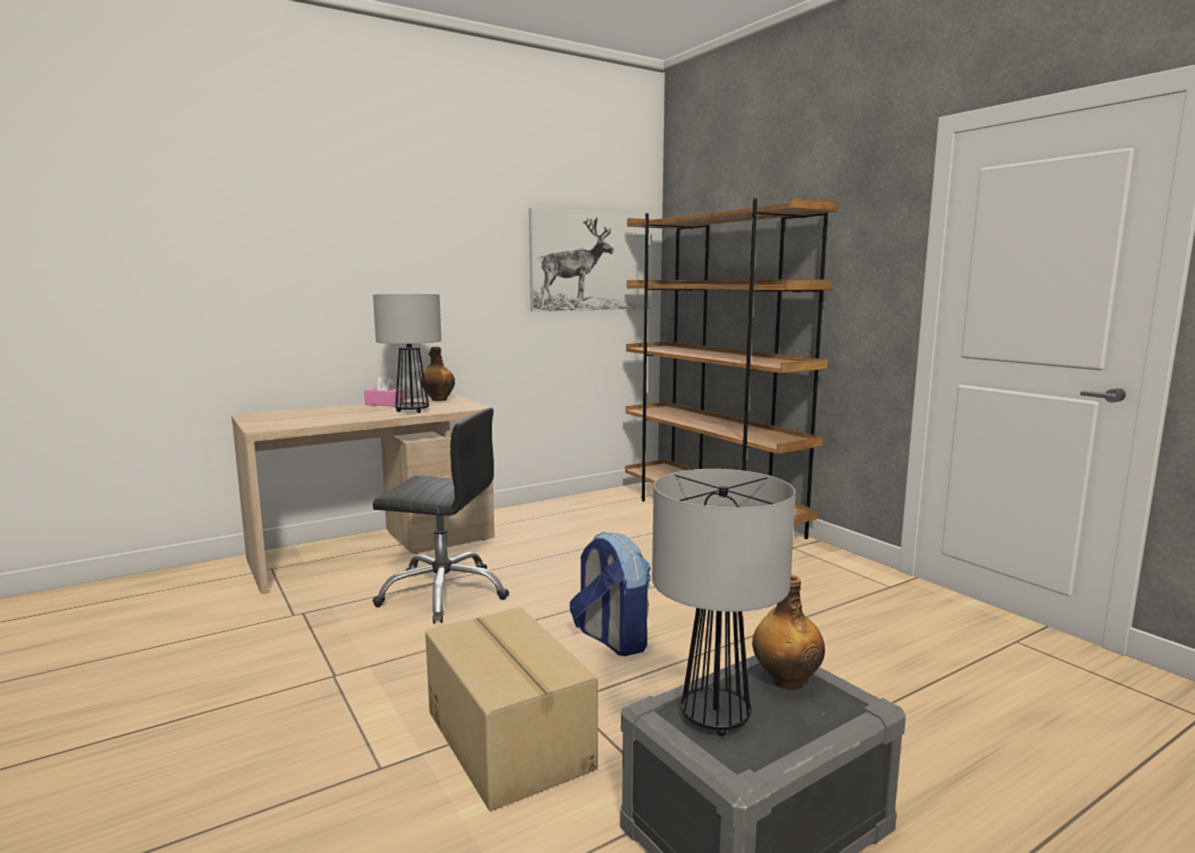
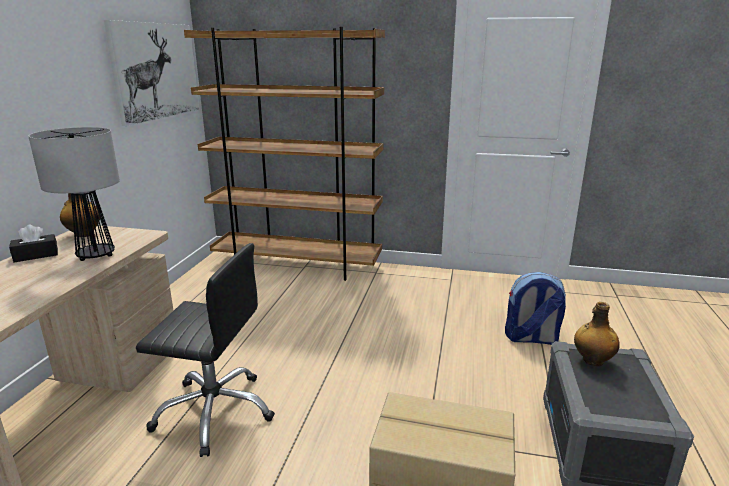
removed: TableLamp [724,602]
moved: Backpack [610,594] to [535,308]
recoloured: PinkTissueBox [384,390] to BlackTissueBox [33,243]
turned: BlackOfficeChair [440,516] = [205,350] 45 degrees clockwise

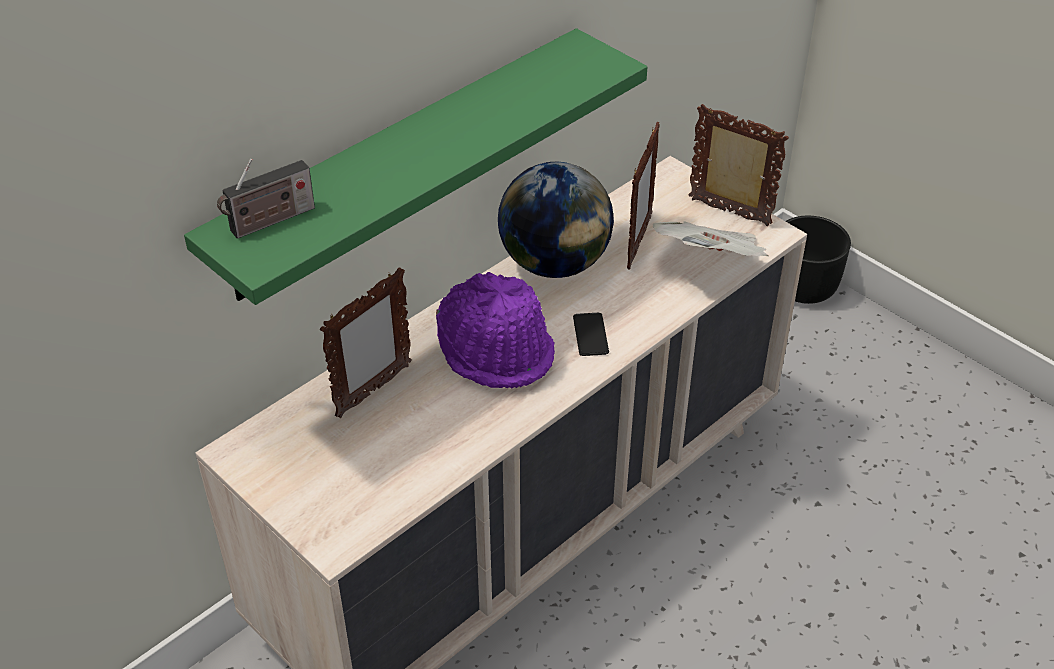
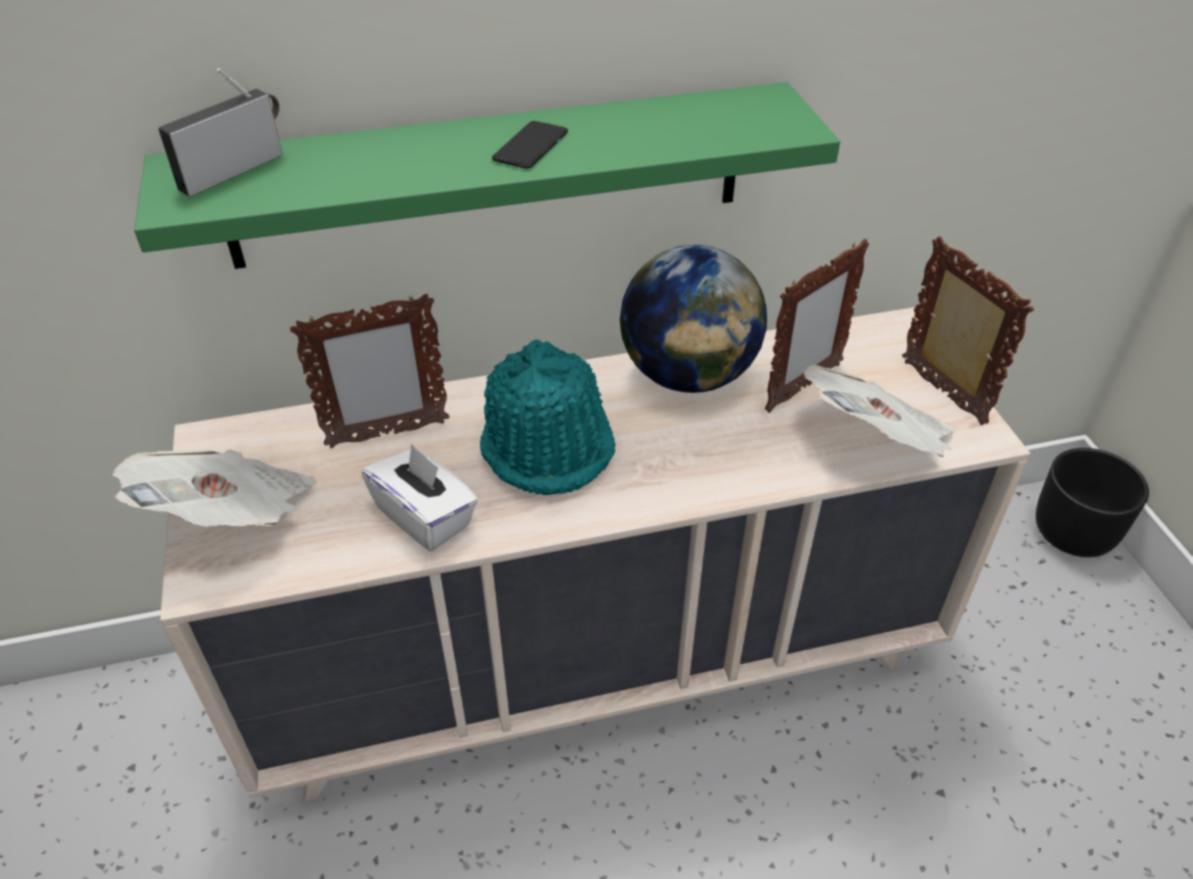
added: WhiteTissueBox [420,497]; Newspaper [215,488]
moved: Phone [591,334] to [530,144]
recoloured: PurpleHat [495,330] to TurquoiseHat [548,417]
turned: Radio [266,199] = [220,132] 135 degrees clockwise

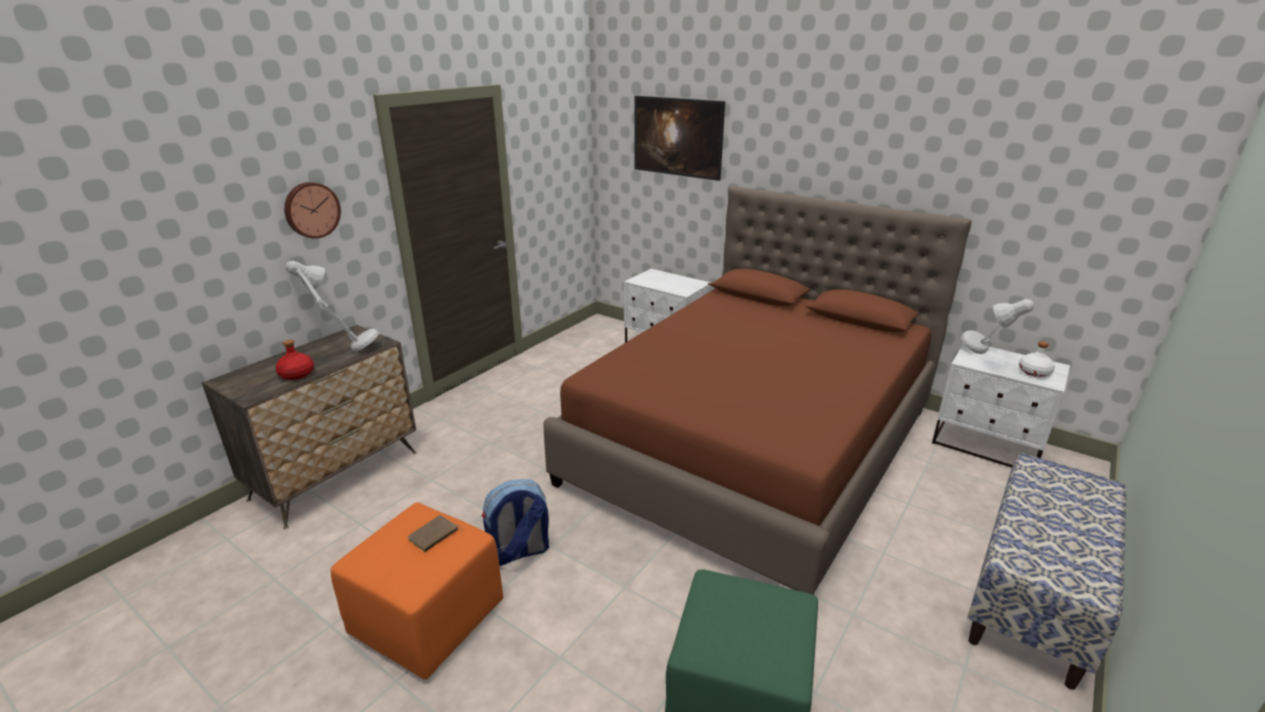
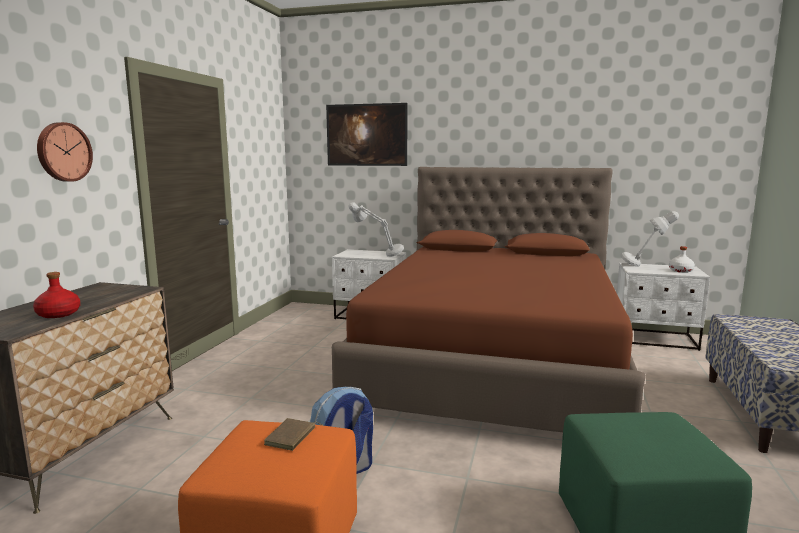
moved: GreyTableLamp [332,306] to [376,229]

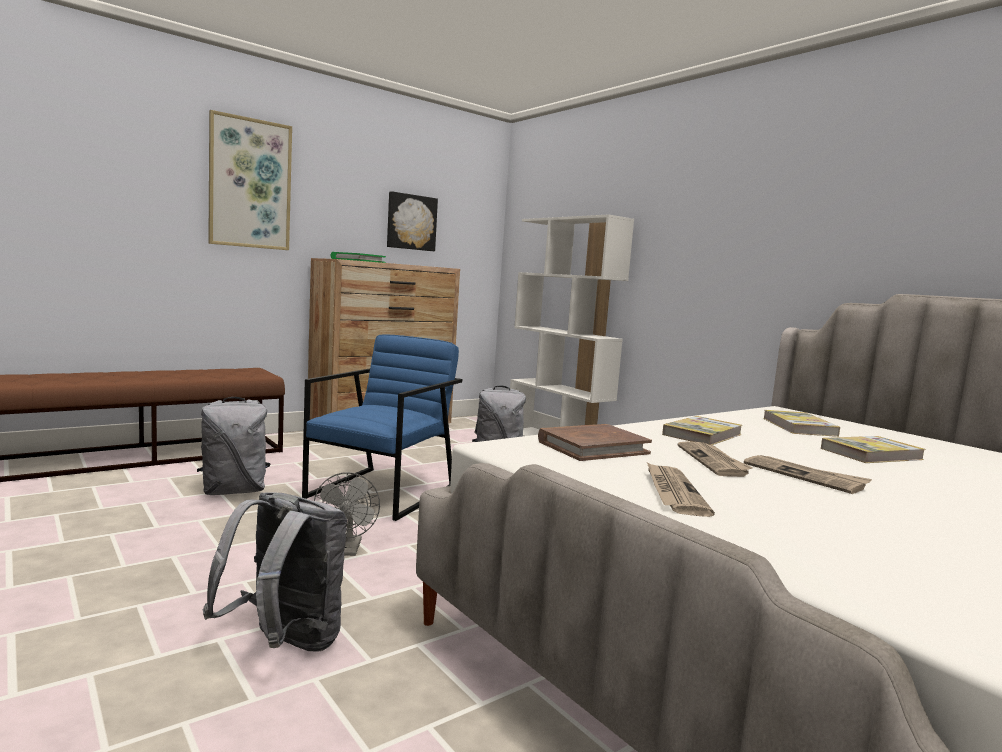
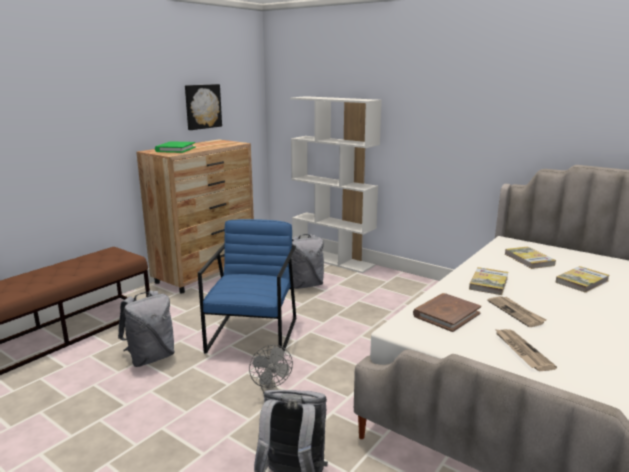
removed: Picture [250,180]; Newspaper [808,474]

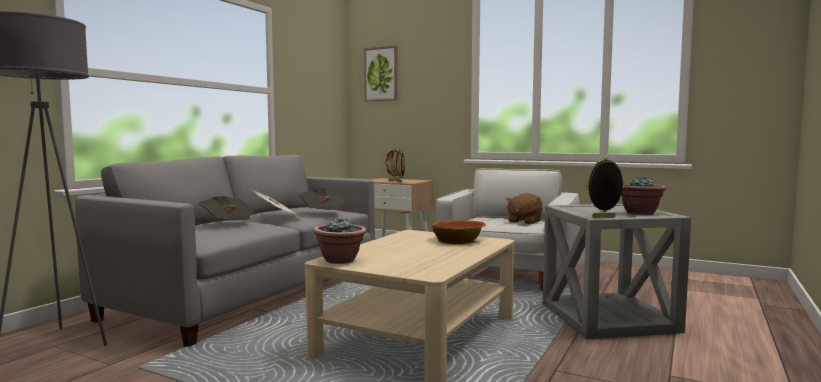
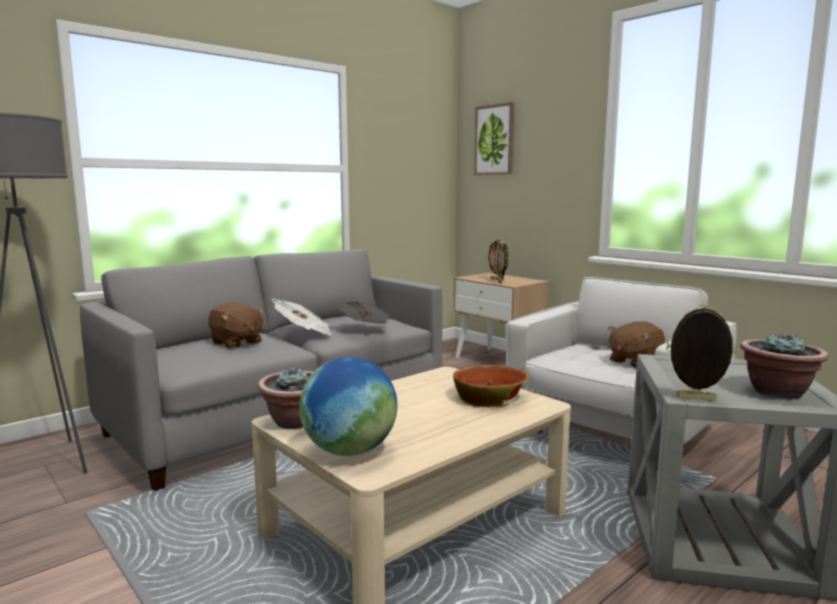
added: Globe [348,406]
replaced: Newspaper [227,208] to BrownPlushToy [236,325]

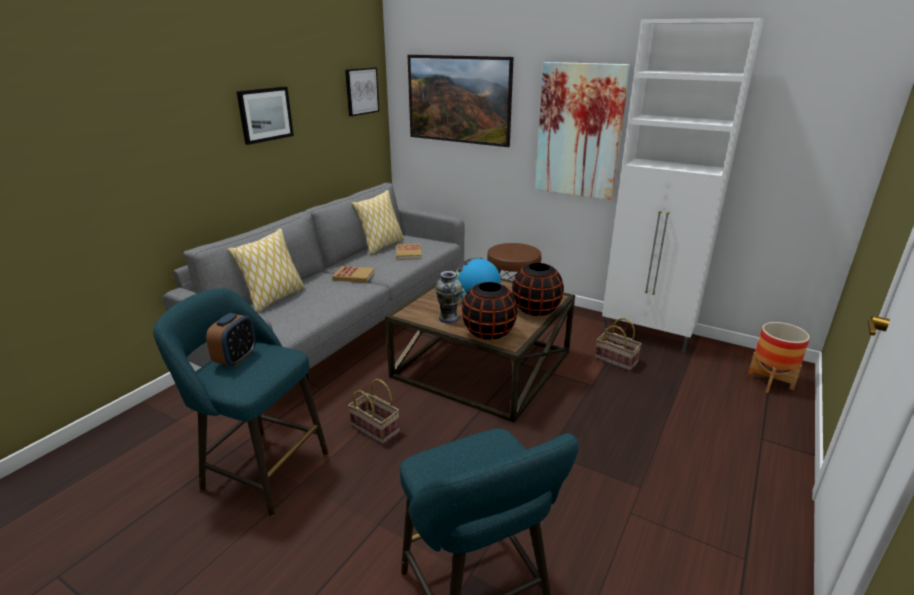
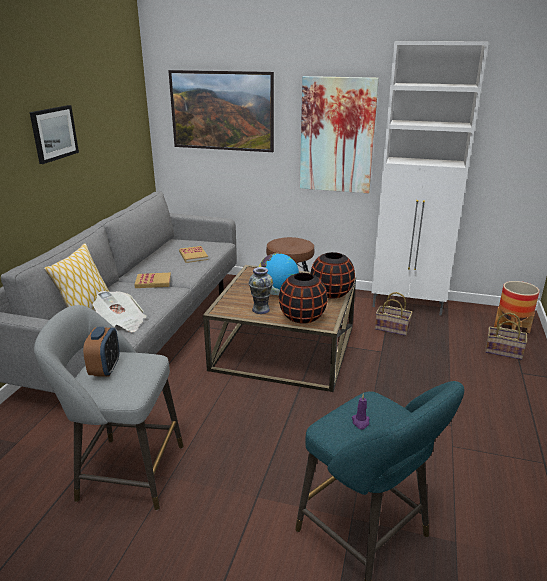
removed: Picture [362,91]; Pillow [377,222]
added: Newspaper [119,311]; PurpleCandle [361,411]
moved: Basket [374,411] to [506,336]
recoloured: TurquoiseStool [240,402] to GreyStool [108,407]

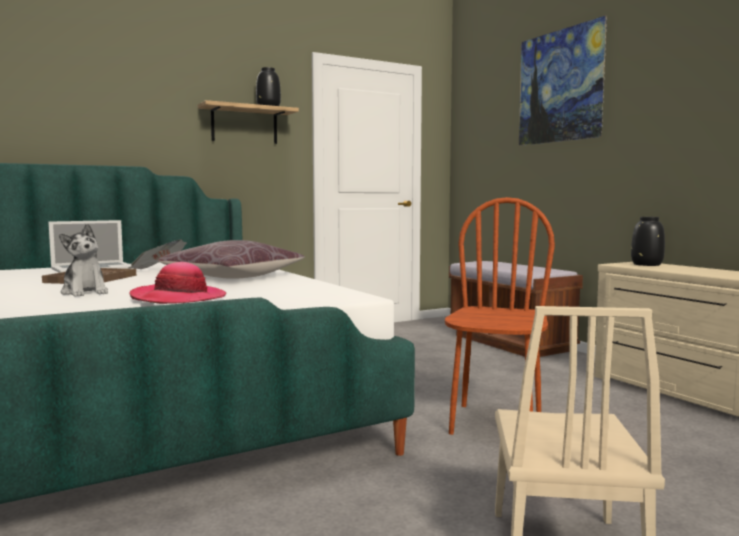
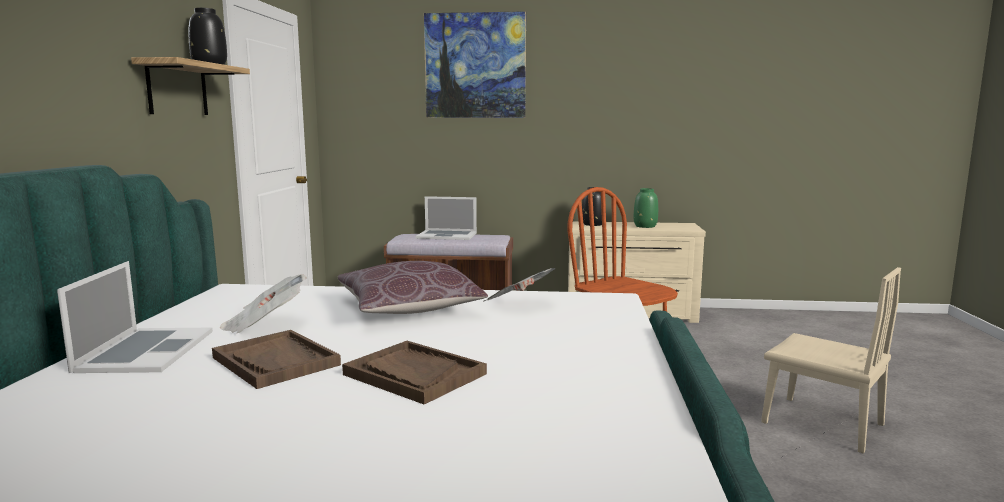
removed: Hat [177,283]
added: GreenVase [646,208]; Laptop [446,218]; Newspaper [519,285]
replaced: PlushToy [83,260] to BrownTray [414,372]

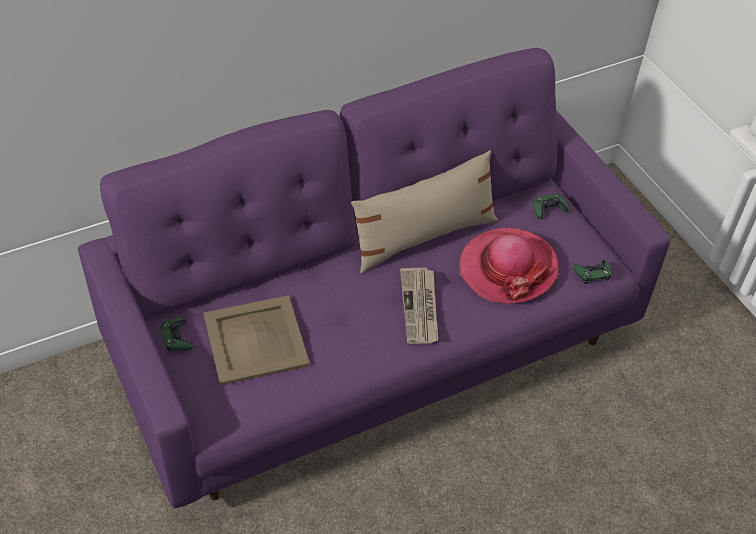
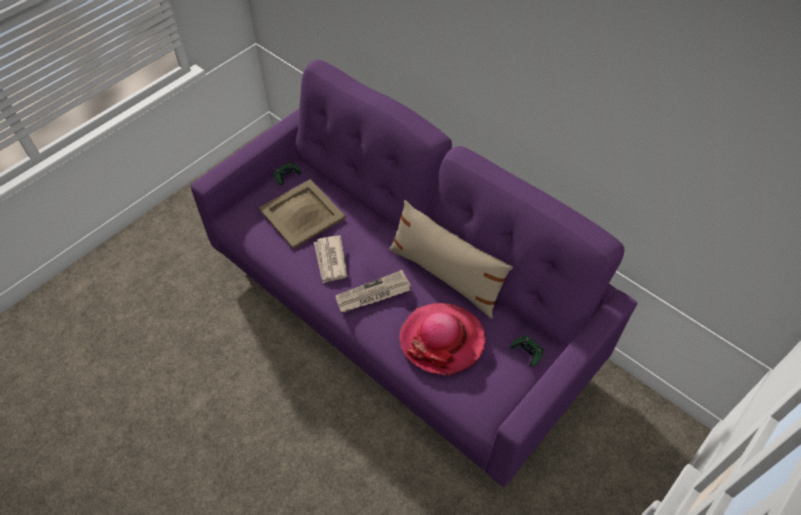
removed: GreenGameController [592,272]
added: Newspaper [331,259]

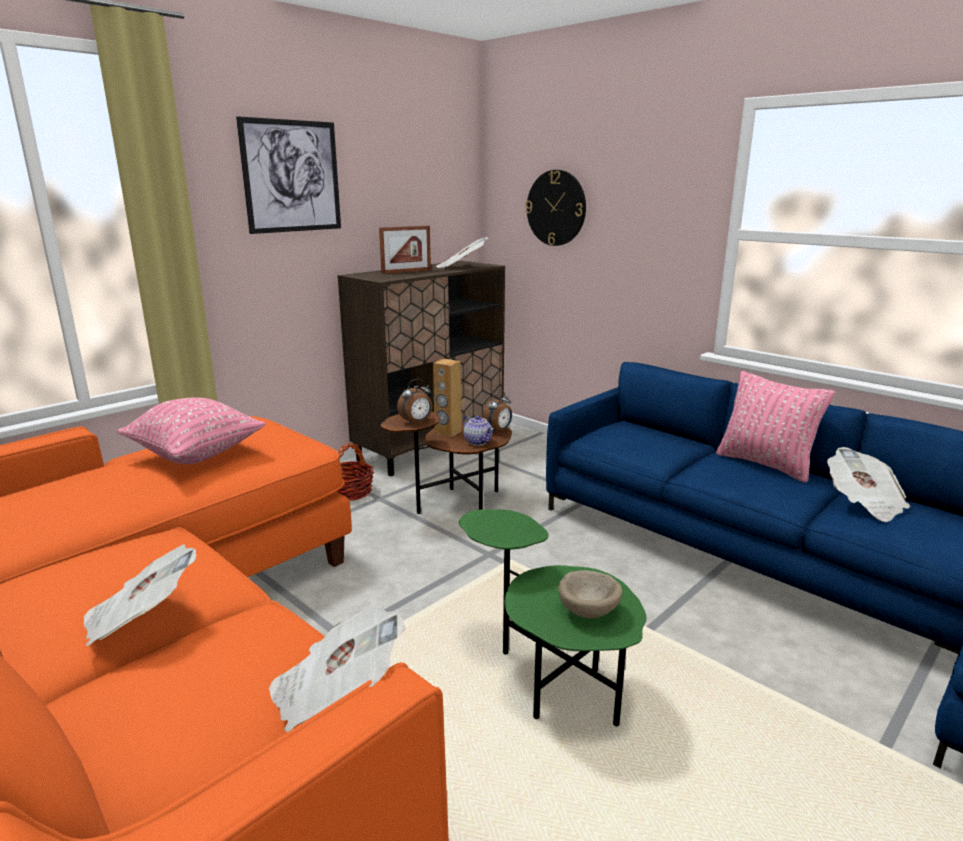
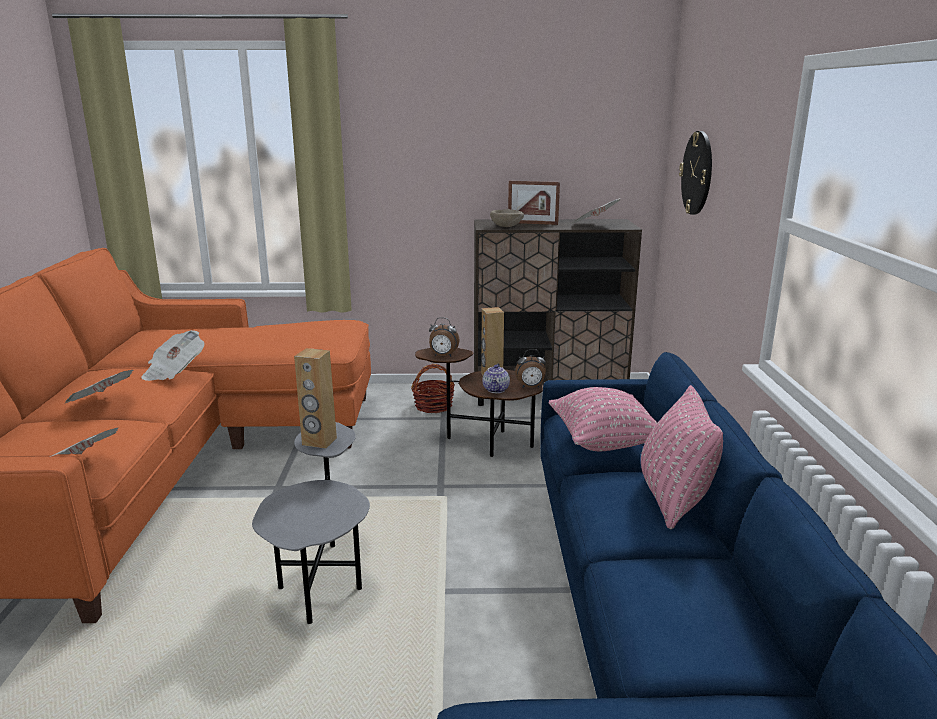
removed: Picture [288,175]
added: BrownSpeaker [315,398]
moved: PinkPillow [191,430] to [603,419]; Newspaper [868,484] to [172,355]; BeigeBowl [590,594] to [507,218]
recoloured: GreenSideTable [552,617] to GreySideTable [311,523]

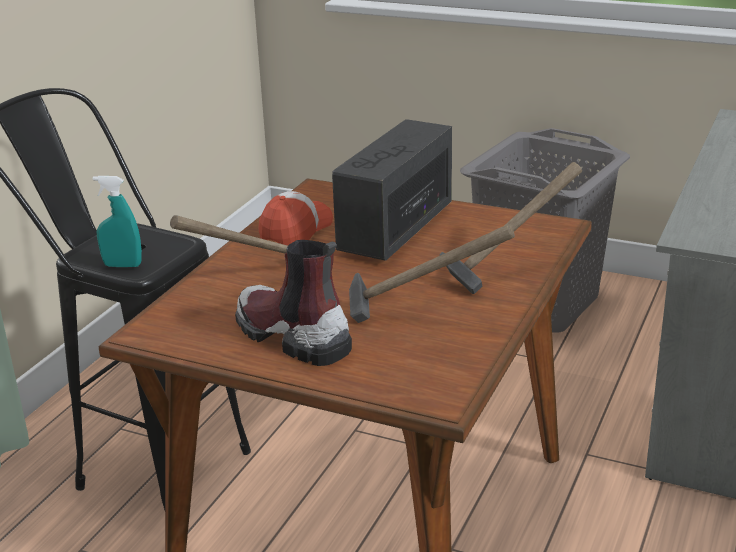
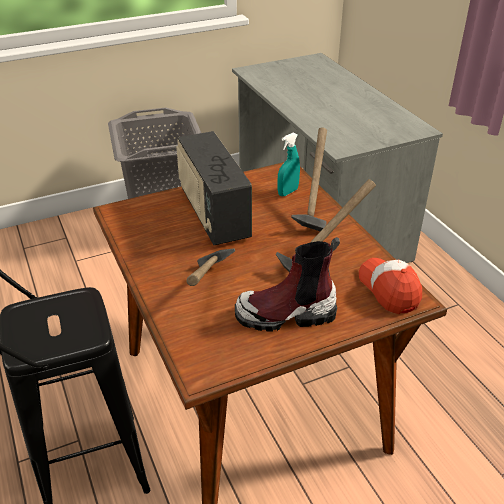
moved: TurquoiseSprayBottle [117,221] to [288,164]; Cap [296,218] to [390,286]

